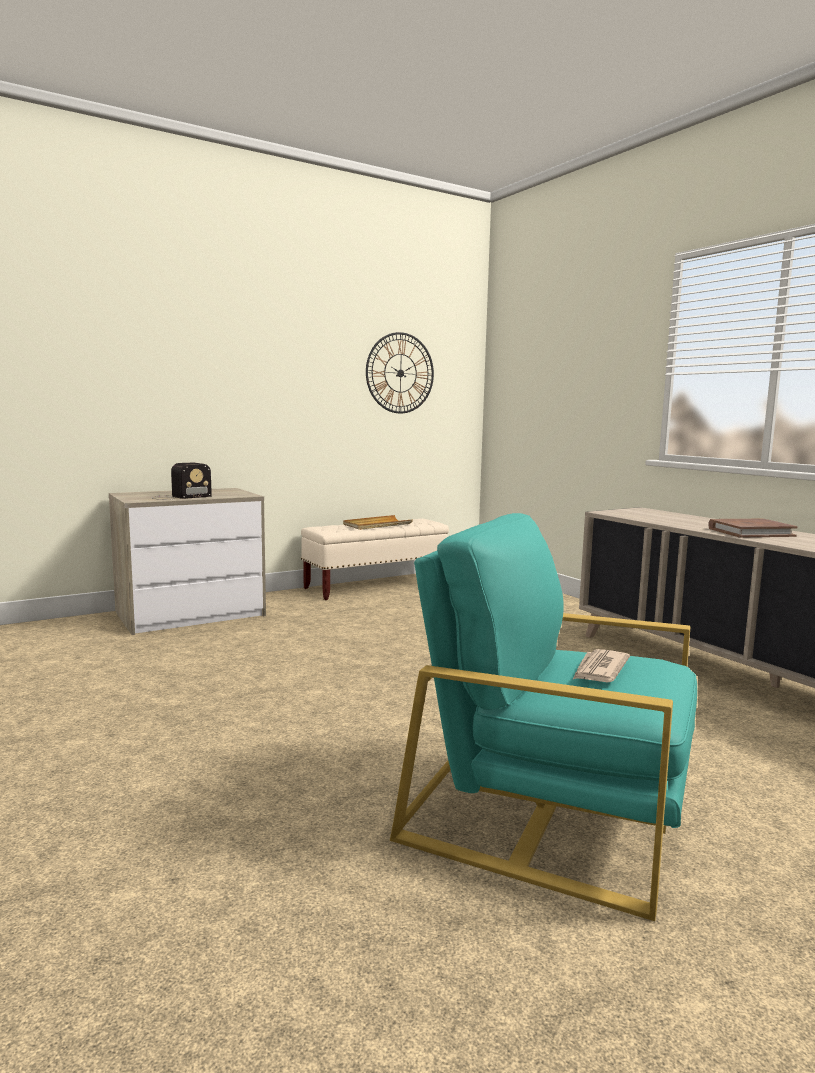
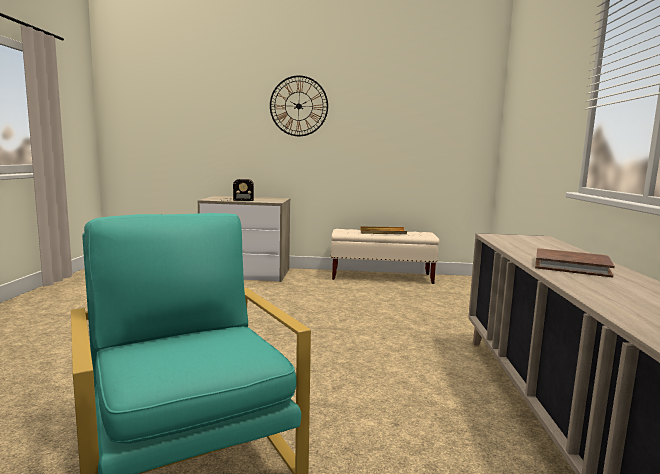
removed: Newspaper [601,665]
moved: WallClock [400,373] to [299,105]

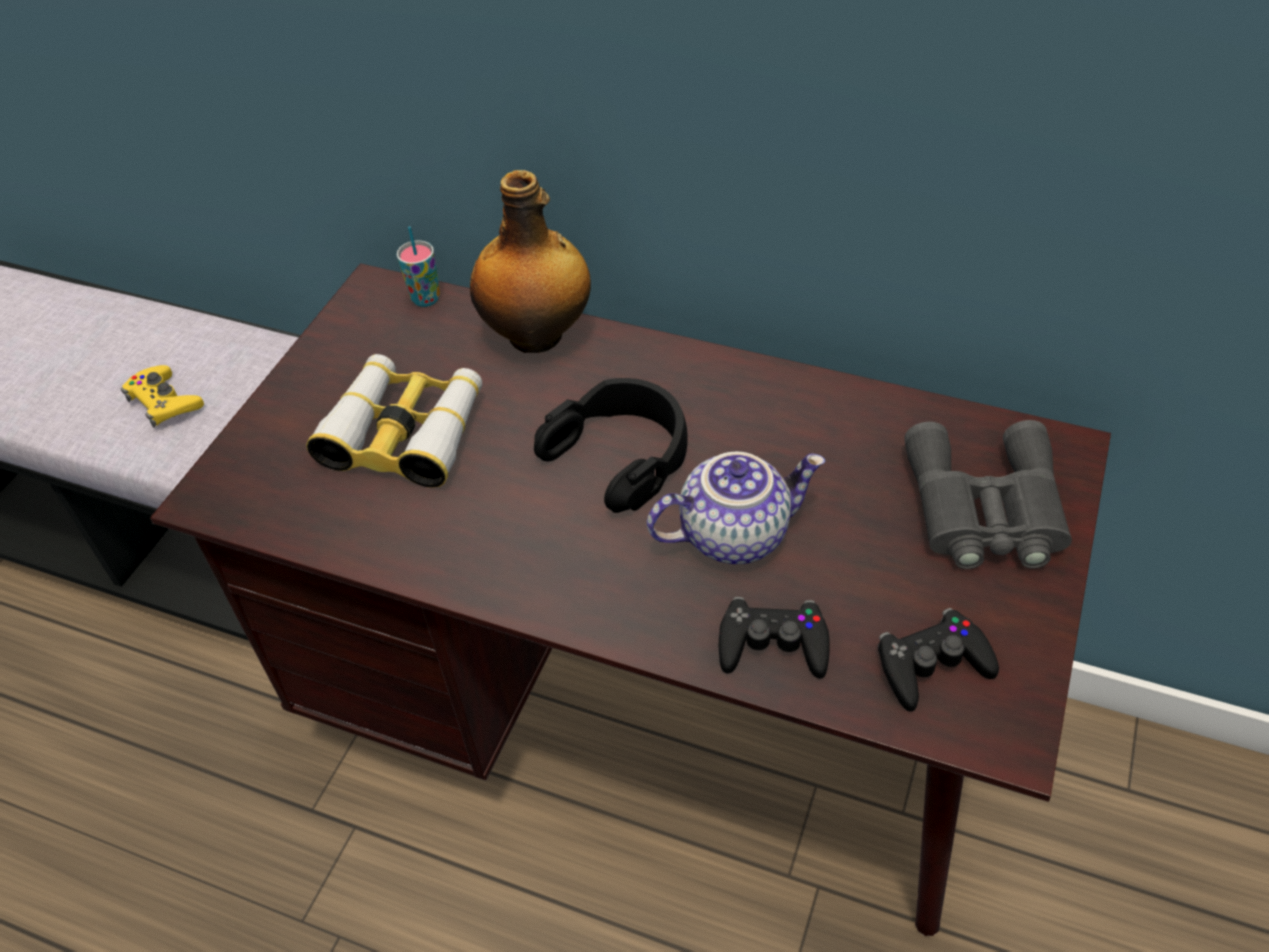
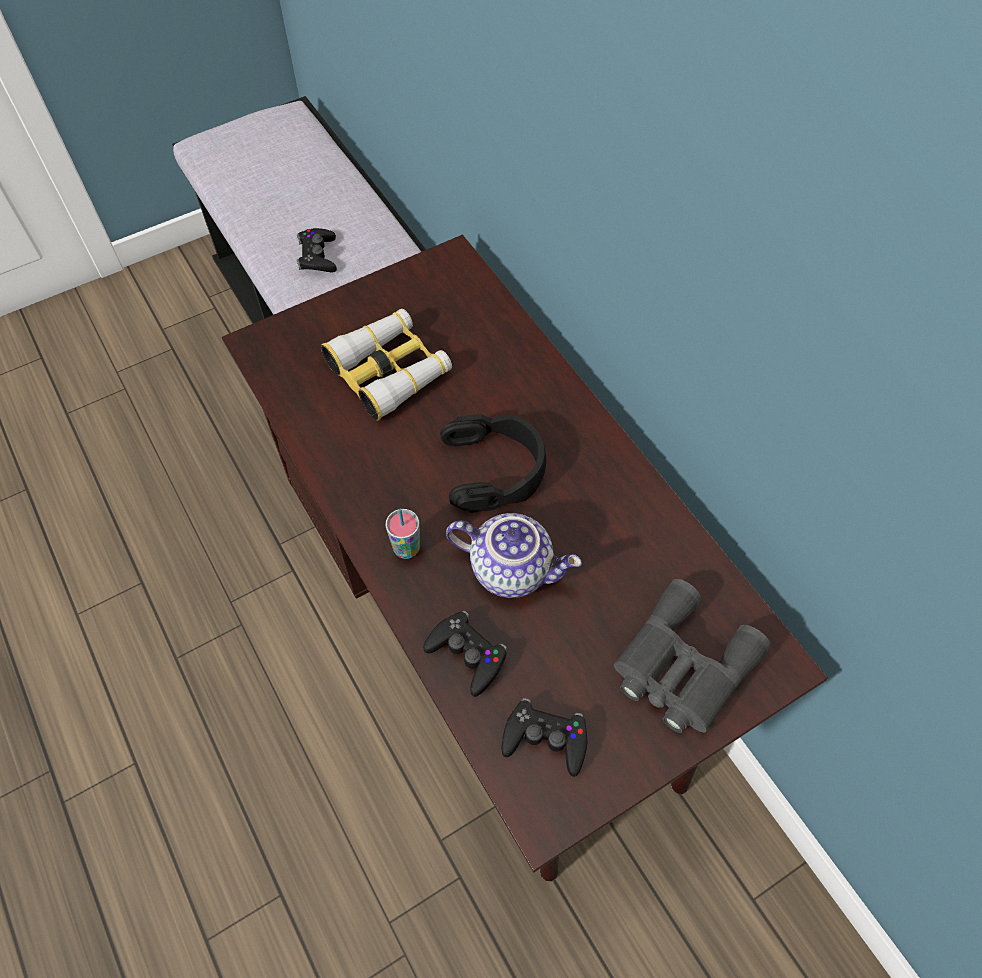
removed: Bottle [530,261]
moved: Cup [418,266] to [402,534]
recoloured: YellowGameController [162,396] to BlackGameController [317,250]

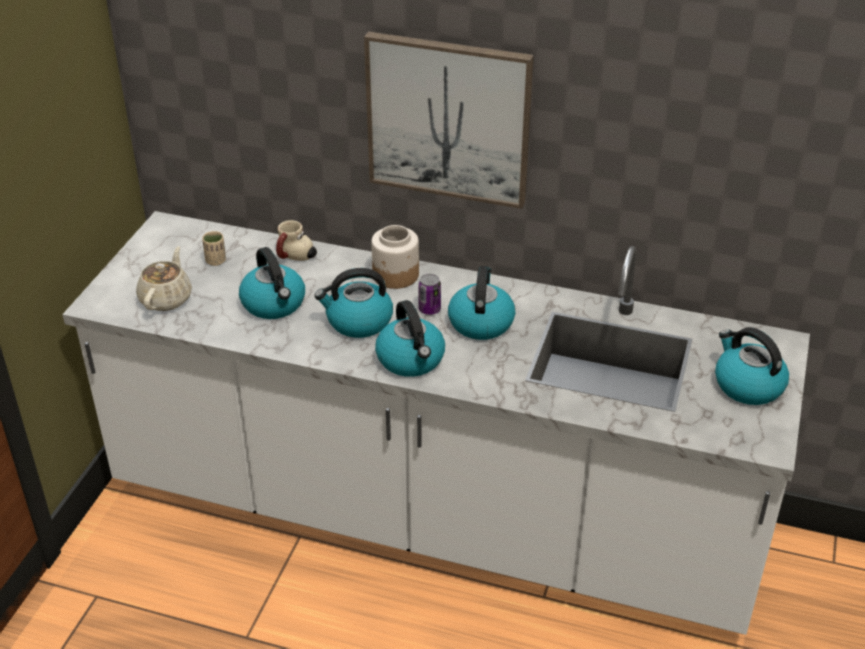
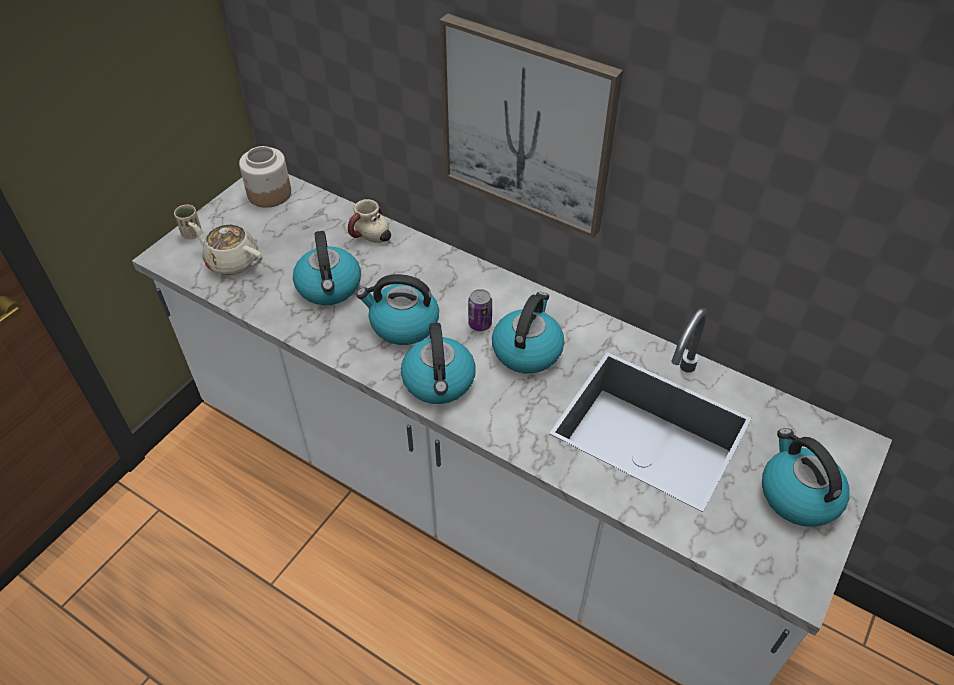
moved: Jar [395,257] to [265,177]; BeigeCup [214,248] to [188,222]
turned: BeigeTeapot [164,278] = [225,248] 90 degrees counterclockwise

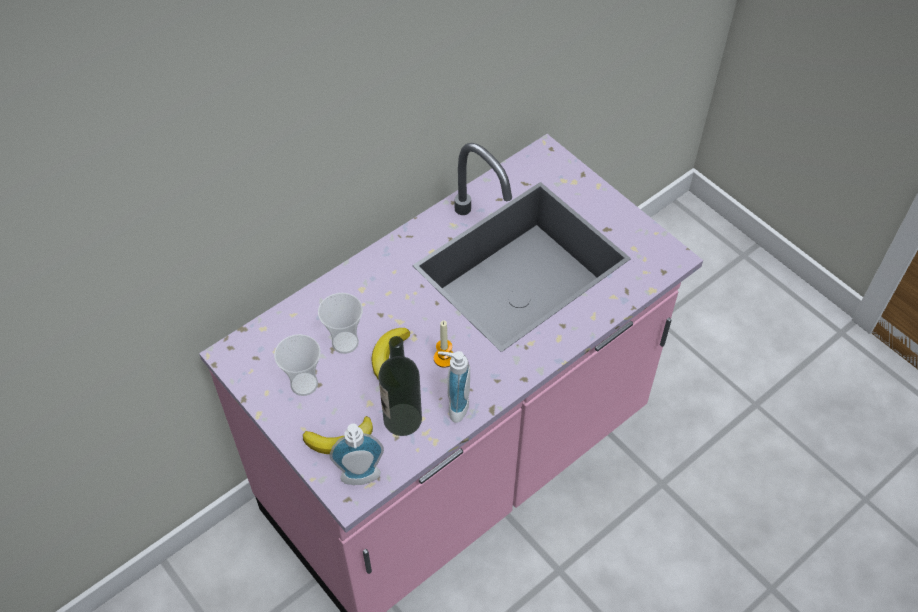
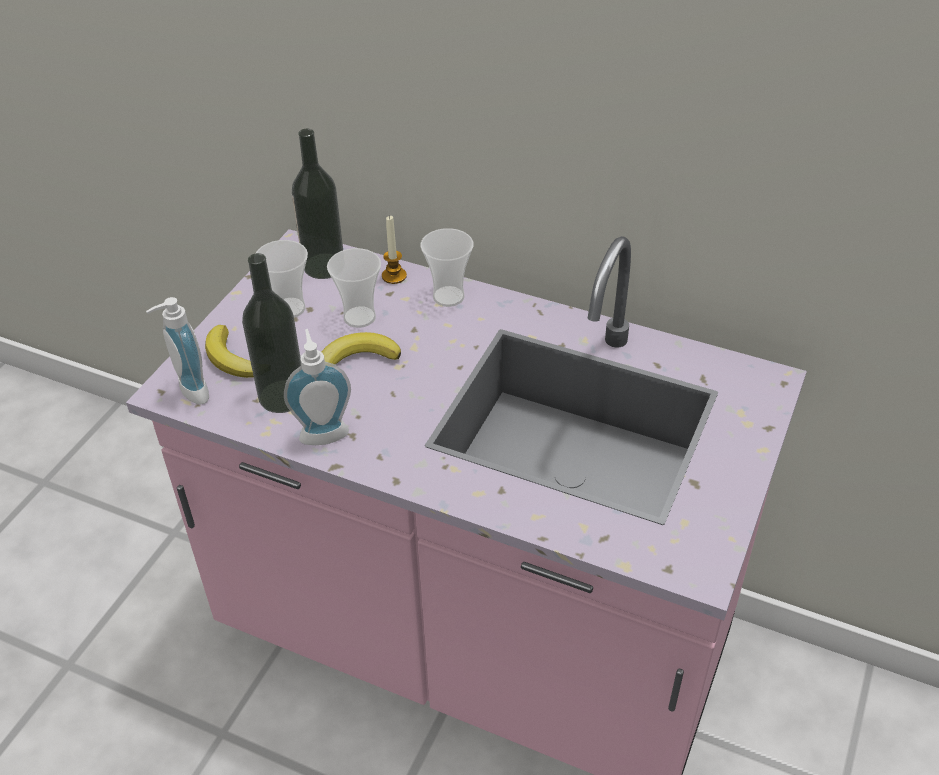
added: Bottle [317,204]; Cup [447,267]
moved: Candle [443,344] to [394,249]

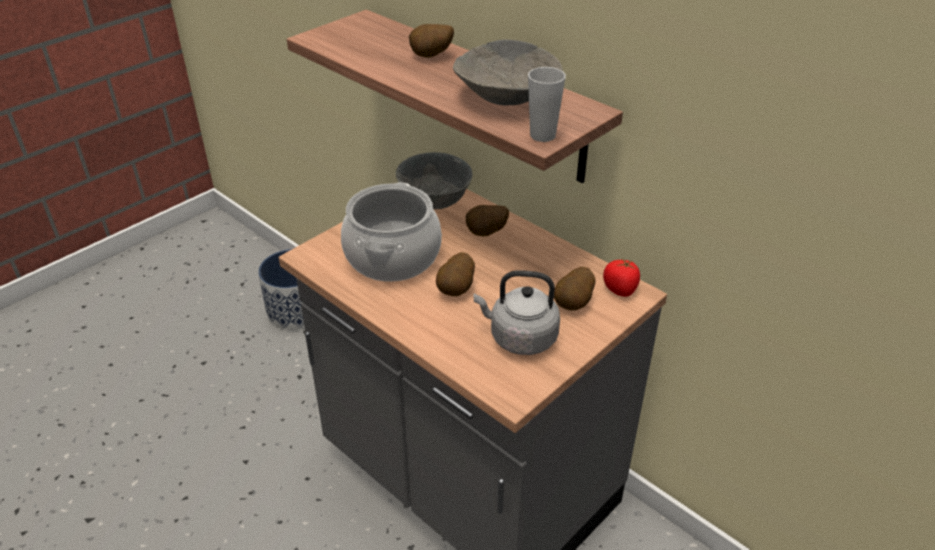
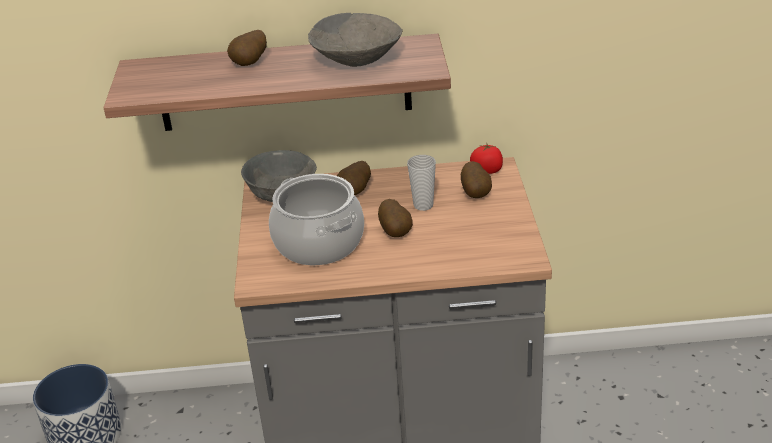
removed: GreyKettle [517,312]
moved: Cup [547,104] to [421,183]

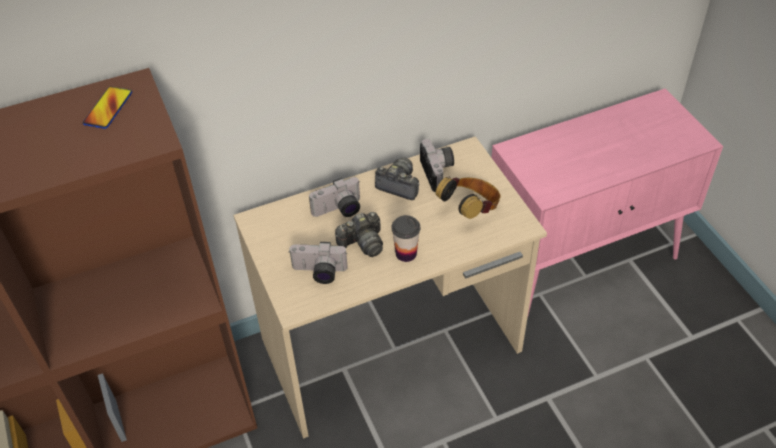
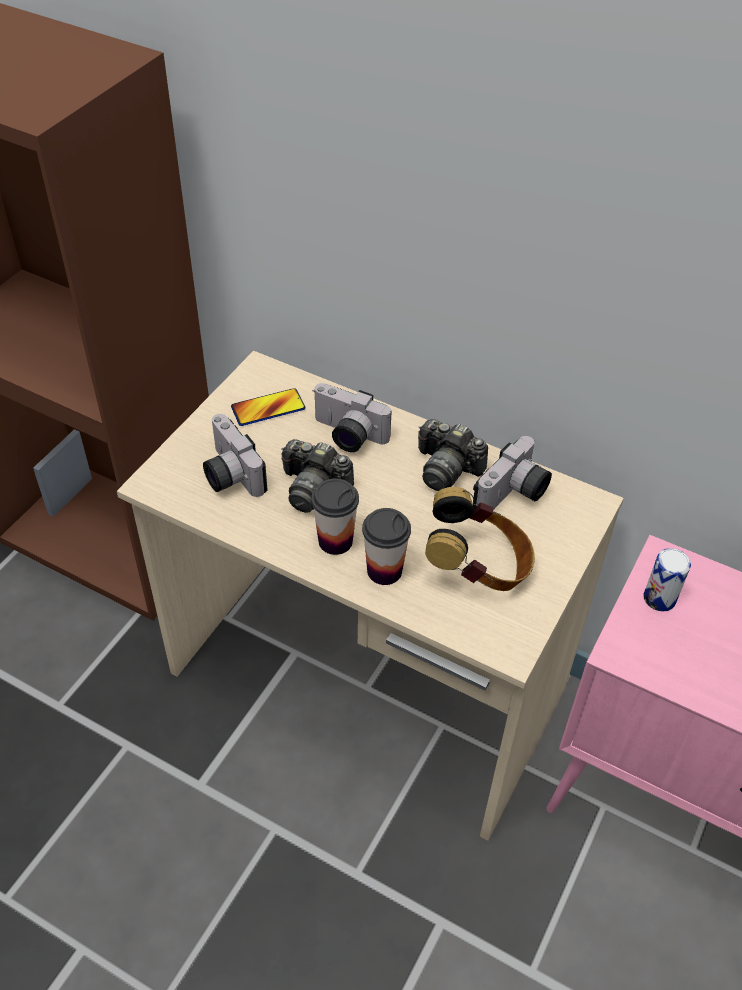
added: Cup [386,546]; Can [667,580]
moved: Phone [107,107] to [268,407]
turned: PhotoCamera [397,179] = [453,455] 135 degrees clockwise

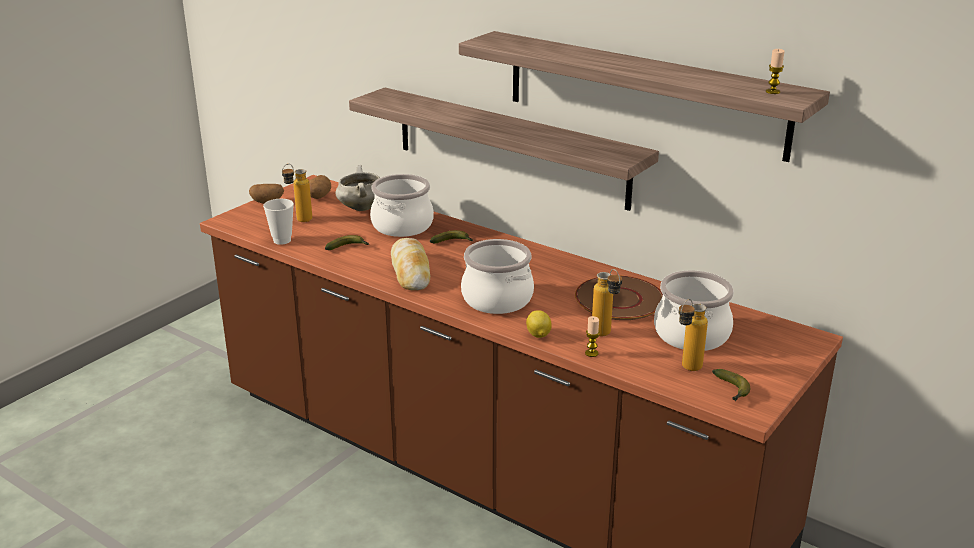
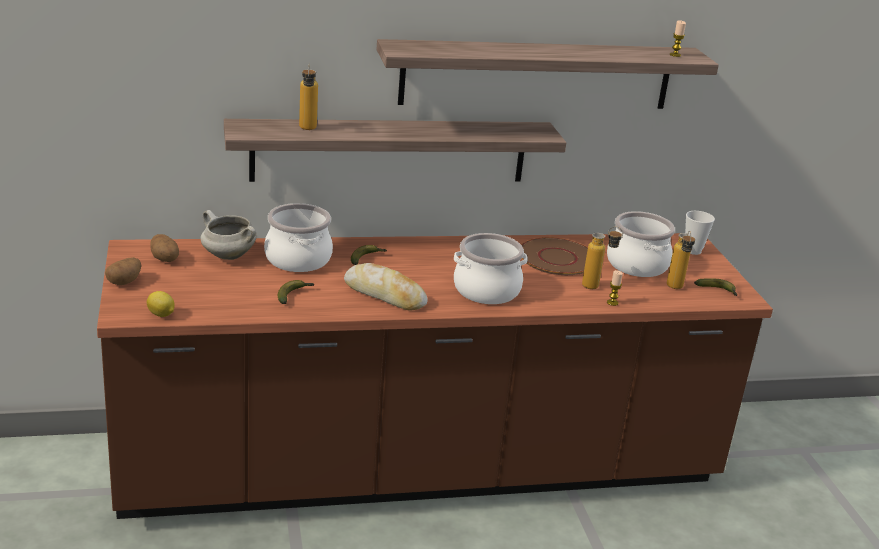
moved: Bottle [297,193] to [308,96]; Cup [278,222] to [700,233]; Lemon [539,324] to [161,304]

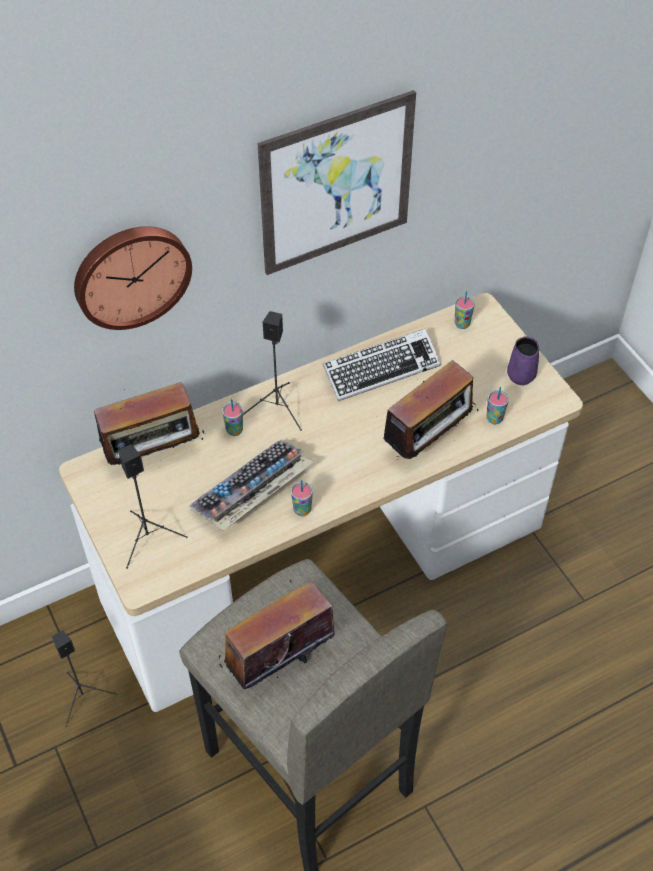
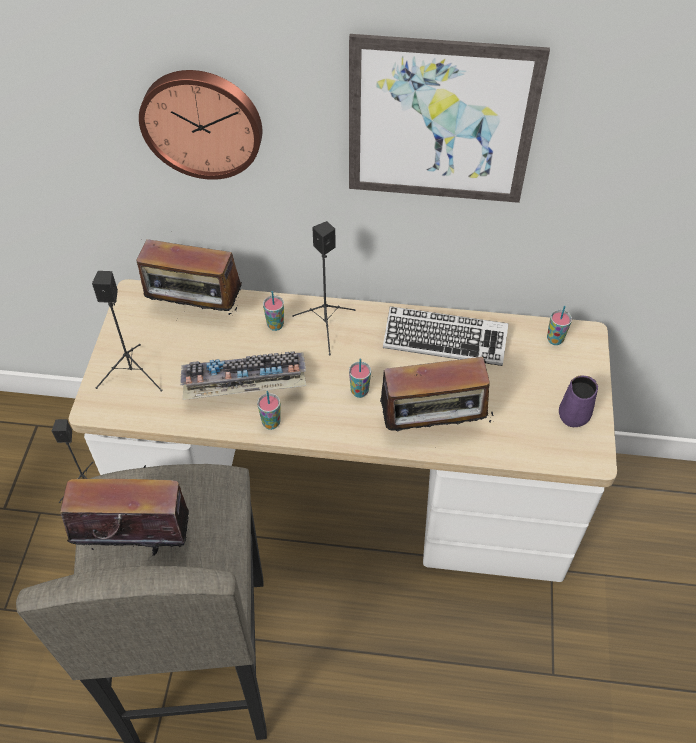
moved: Cup [497,405] to [360,378]

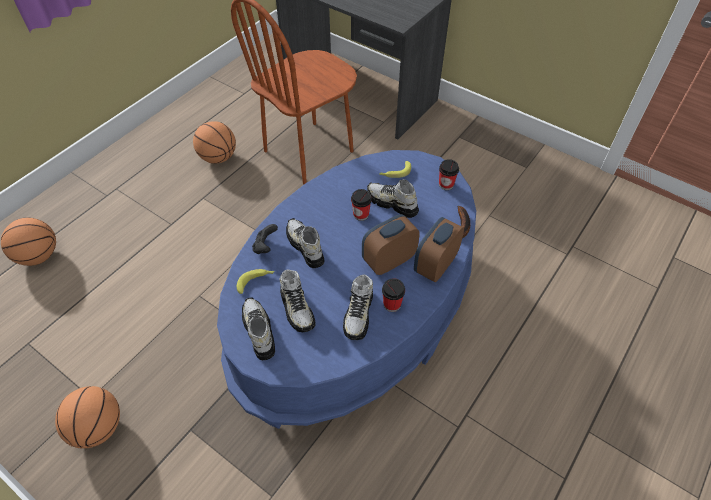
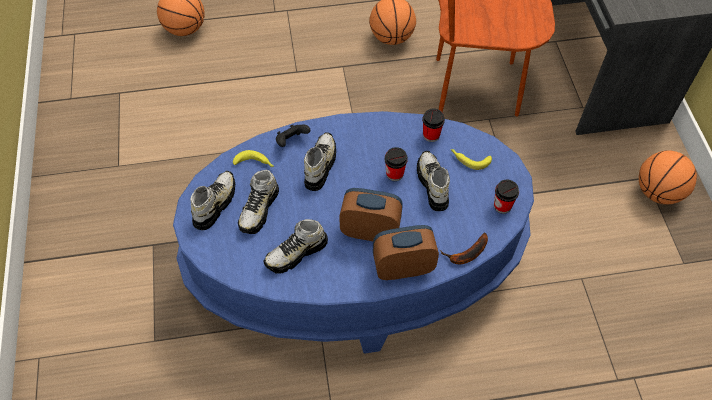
moved: Cup [393,295] to [433,125]; Basketball [87,417] to [668,177]

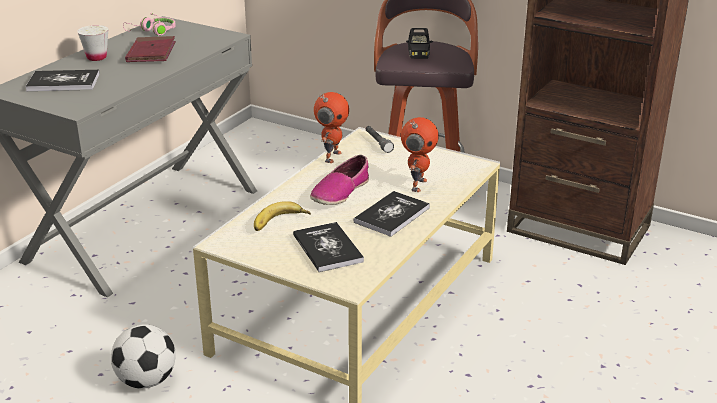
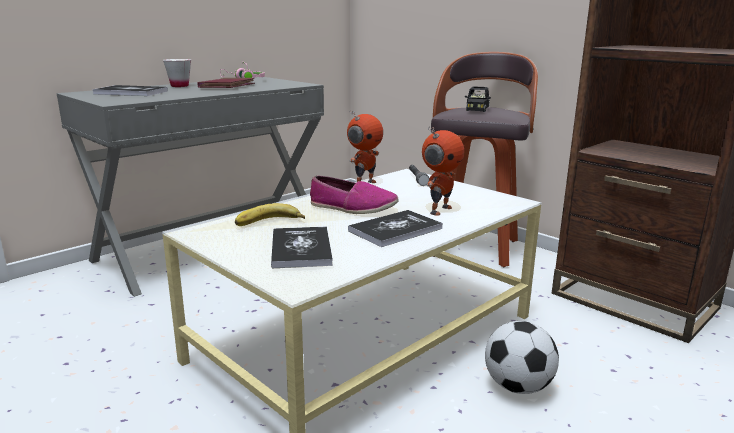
moved: Football [143,356] to [522,357]
turned: Shoe [339,180] = [354,195] 120 degrees counterclockwise

